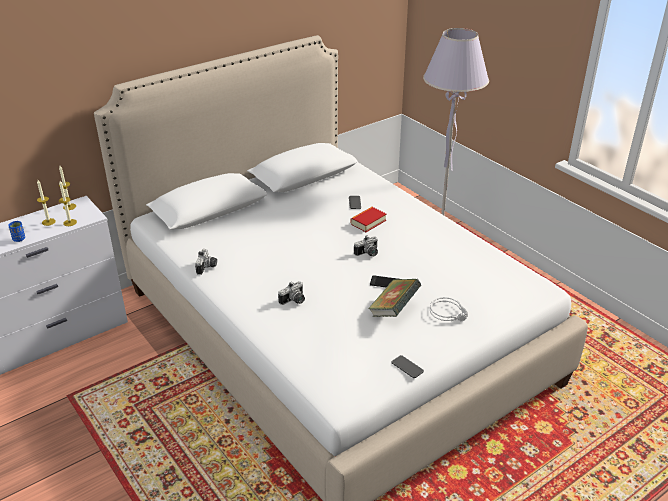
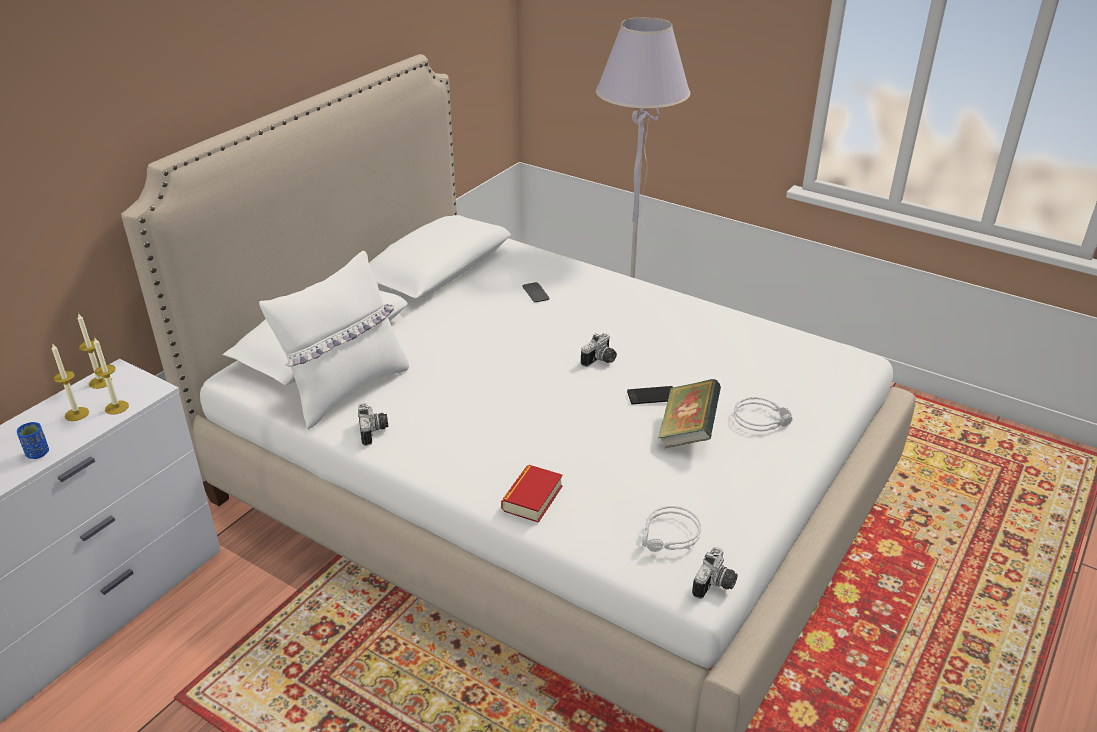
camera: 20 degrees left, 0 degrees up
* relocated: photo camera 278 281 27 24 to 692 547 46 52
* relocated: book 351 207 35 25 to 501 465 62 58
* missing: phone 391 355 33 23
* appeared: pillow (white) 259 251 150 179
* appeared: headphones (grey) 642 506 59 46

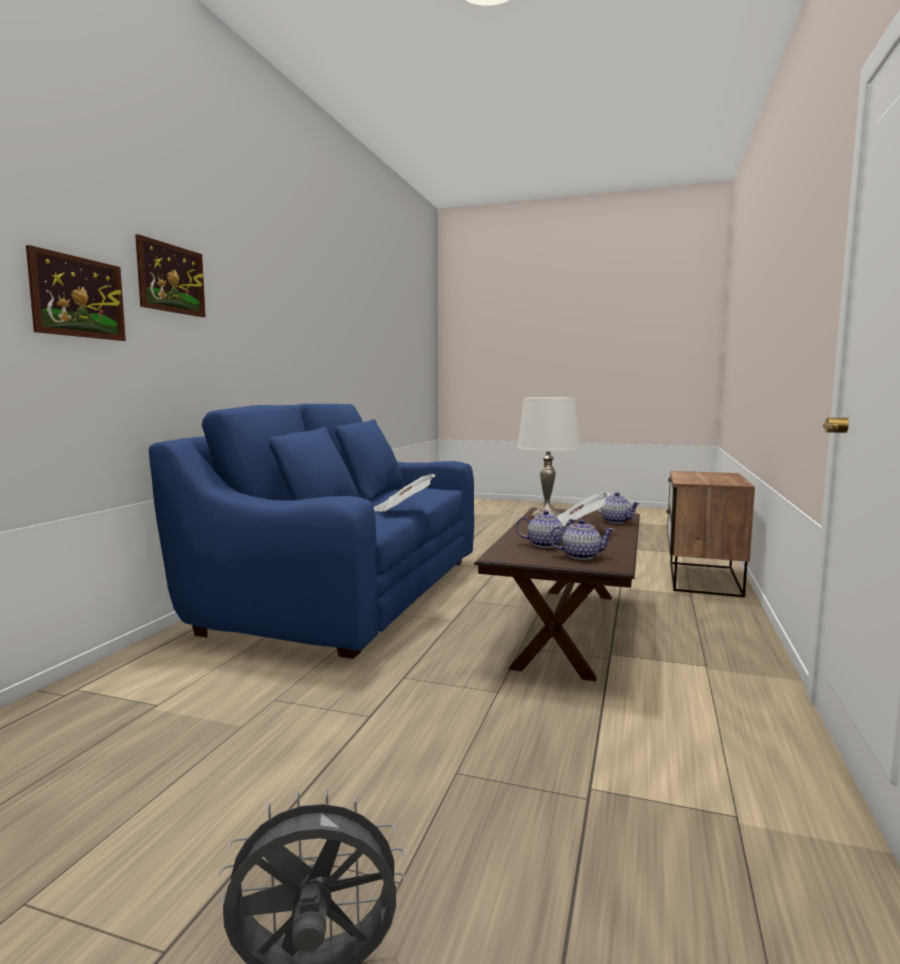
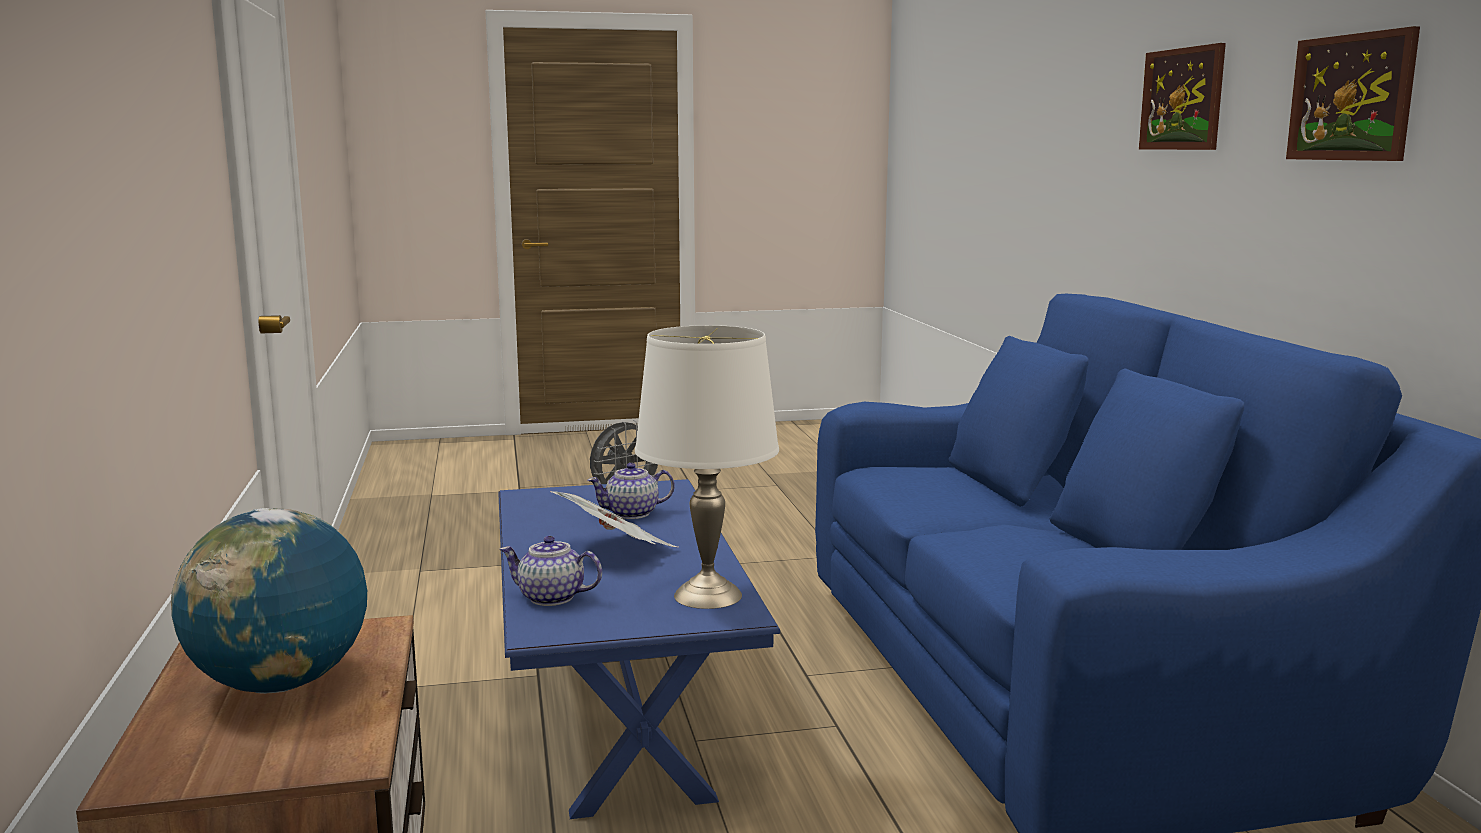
camera: 150 degrees right, 5 degrees up
* relocated: picture 26 245 100 96 to 1286 26 134 135
* missing: newspaper 374 474 61 38
* colour: coffee table (brown) 474 508 166 173 to coffee table (blue) 498 479 282 340
* missing: teapot 549 519 66 41
* appeared: globe 171 508 196 186

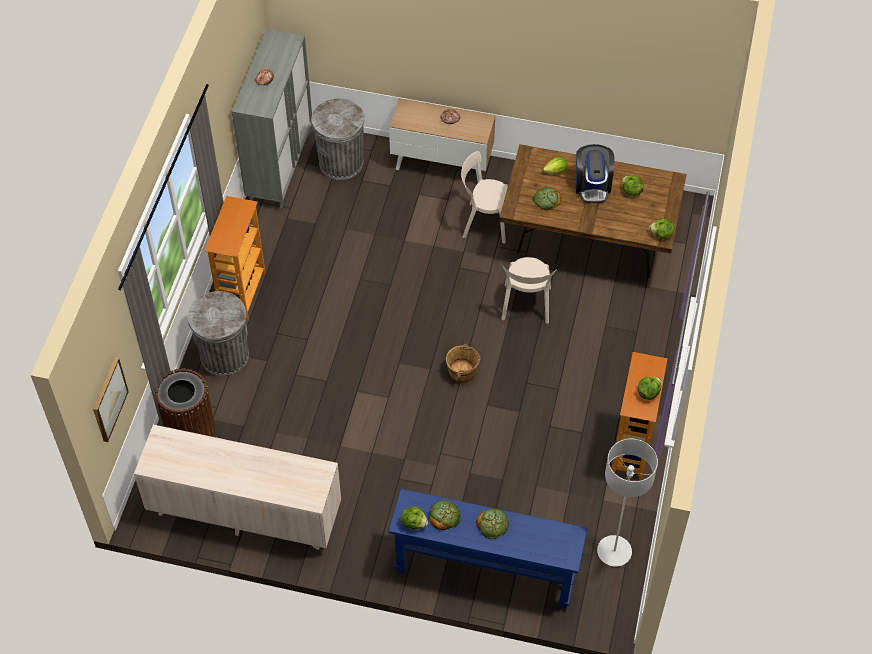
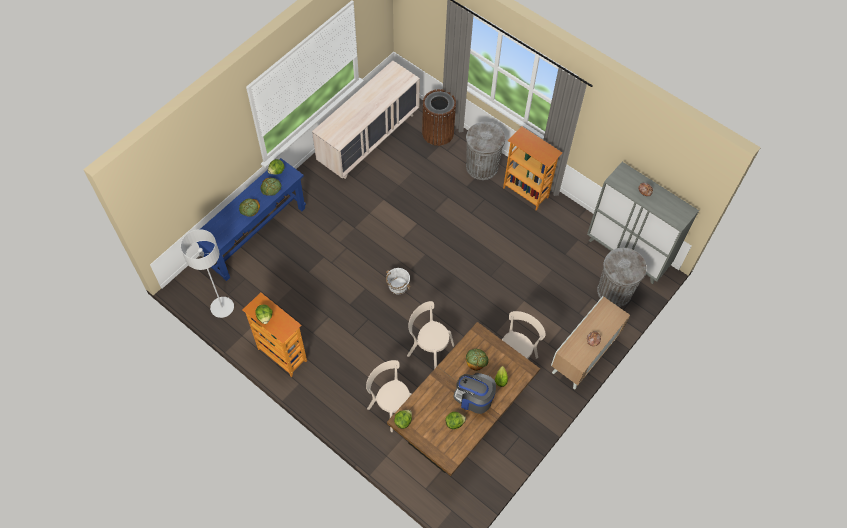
camera: 115 degrees right, 5 degrees up
* missing: picture 93 357 36 85
* colour: bucket (brown) 446 344 35 39 to bucket (white) 386 268 25 26
* appeared: chair (beige) 366 360 46 72

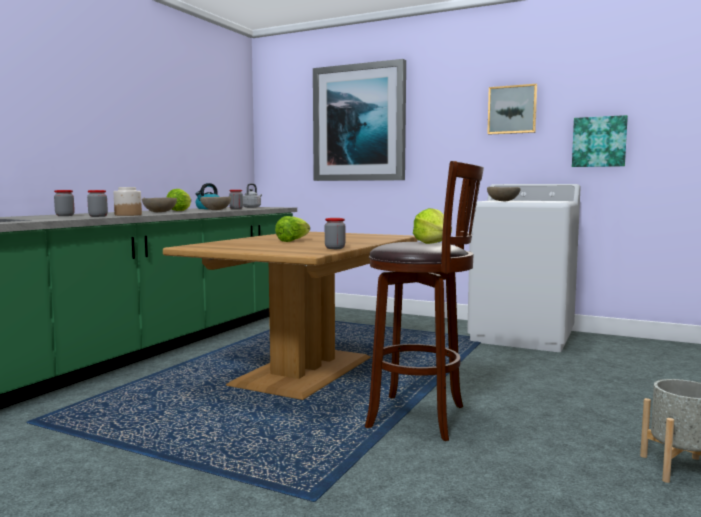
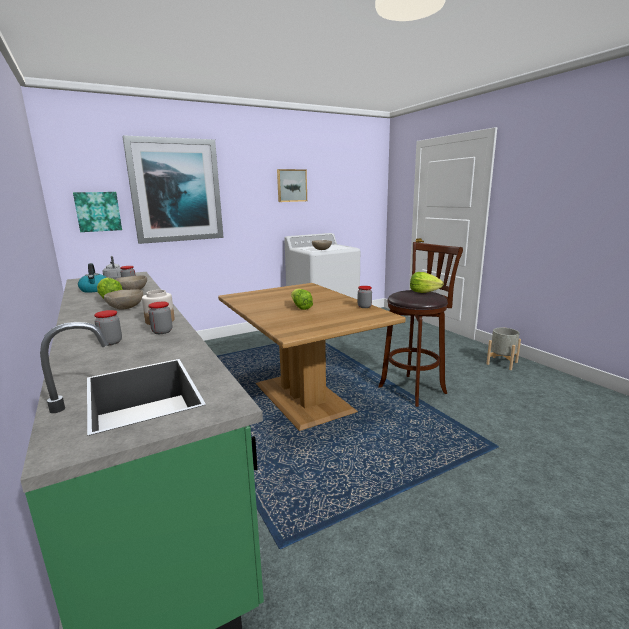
camera: 55 degrees left, 10 degrees up
* relocated: picture 572 115 56 52 to 73 192 49 40

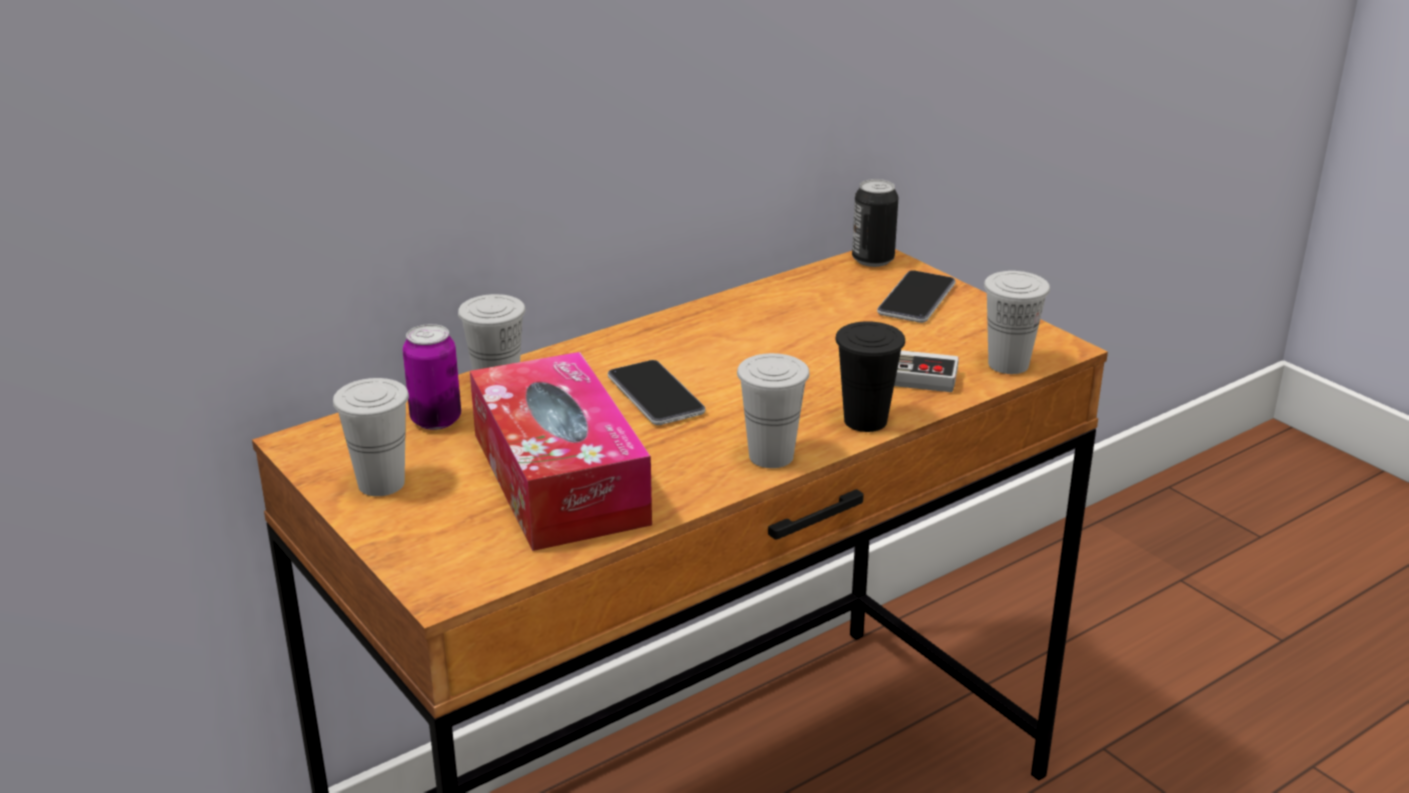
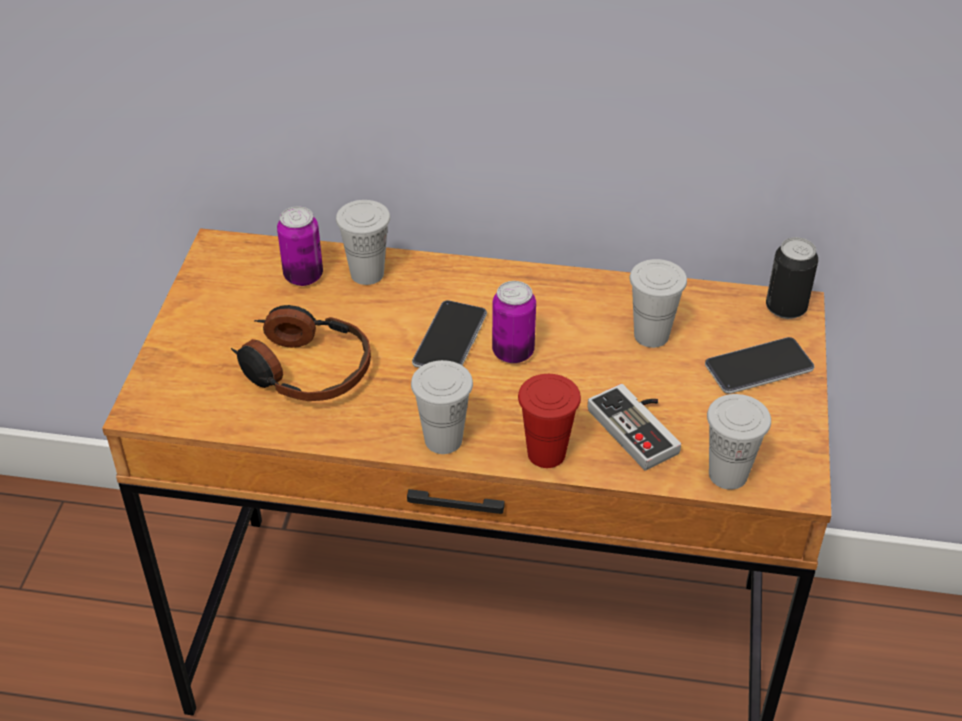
camera: 45 degrees right, 15 degrees up
* relocated: cup (white) 333 378 76 118 to 630 259 57 89
* exchanged: tissue box 470 352 182 199 to headphones 231 305 140 96
* colour: cup (black) 835 321 70 111 to cup (red) 518 374 63 94
* appeared: can 492 281 44 82

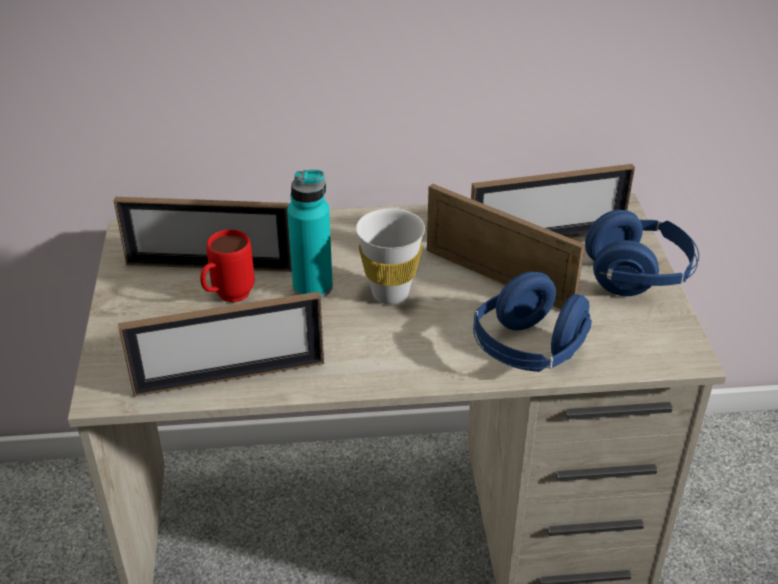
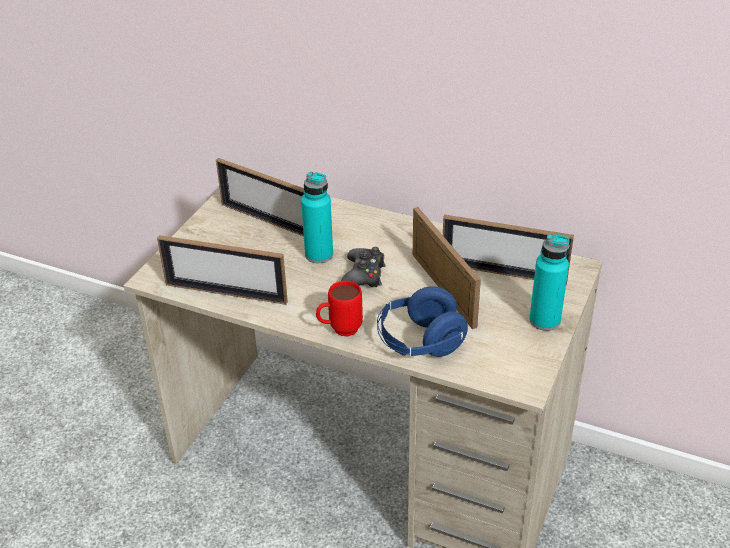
camera: 30 degrees right, 0 degrees up
* relocated: mug (red) 200 229 55 74 to 316 281 47 55
* exchanged: cup (white) 356 208 69 96 to game controller (black) 341 247 45 40
* exchanged: headphones (blue) 585 210 114 86 to bottle (turquoise) 529 234 41 97

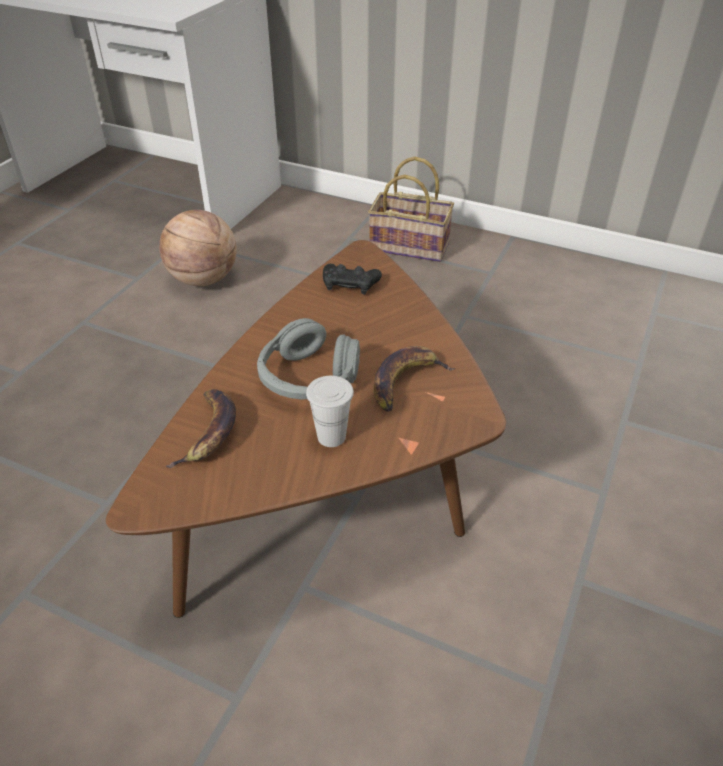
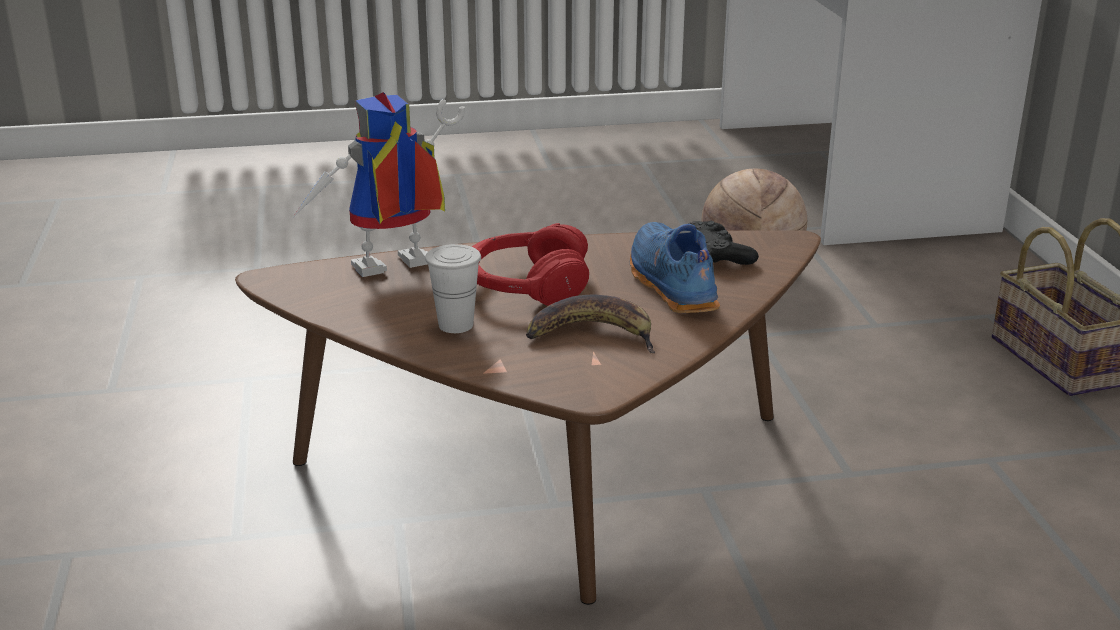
camera: 55 degrees right, 15 degrees down
* exchanged: banana 166 389 70 79 to toy robot 293 92 172 185
* colour: headphones (grey) 257 318 103 82 to headphones (red) 472 223 117 83
* appeared: shoe (blue) 630 222 90 91

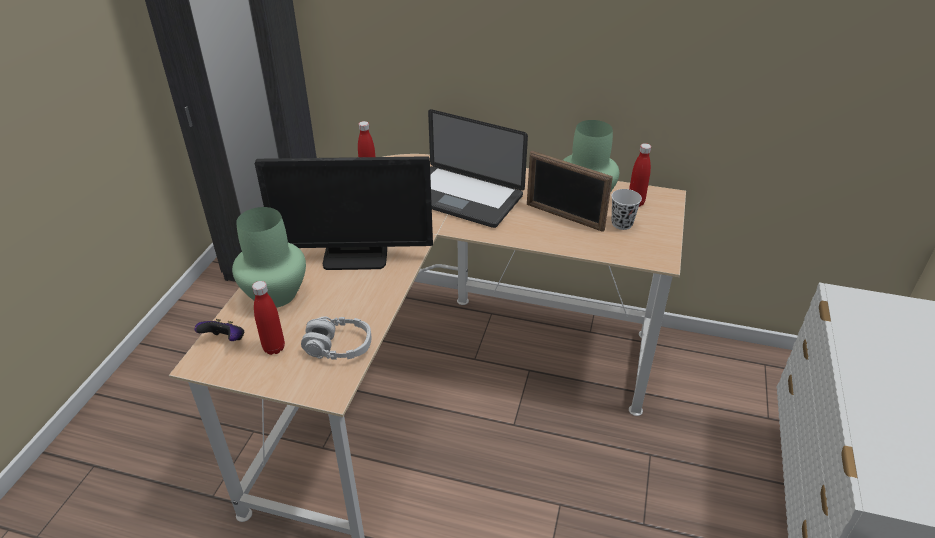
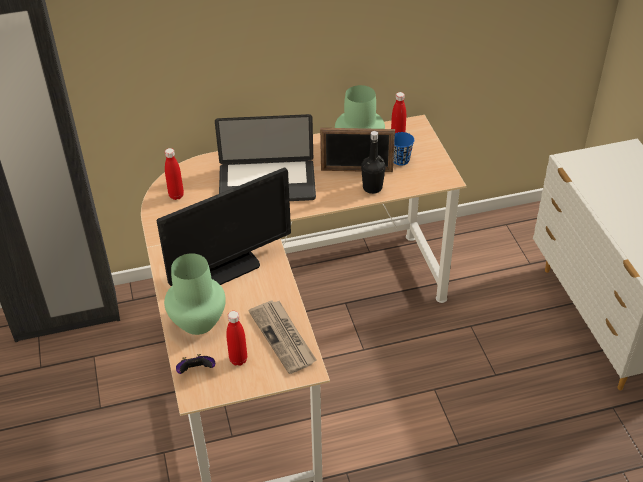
camera: 30 degrees left, 5 degrees up
* exchanged: headphones (grey) 301 316 71 44 to newspaper 249 300 67 74
* colour: cup (white) 612 189 30 41 to cup (blue) 393 132 21 34
* appeared: bottle (black) 361 131 25 63

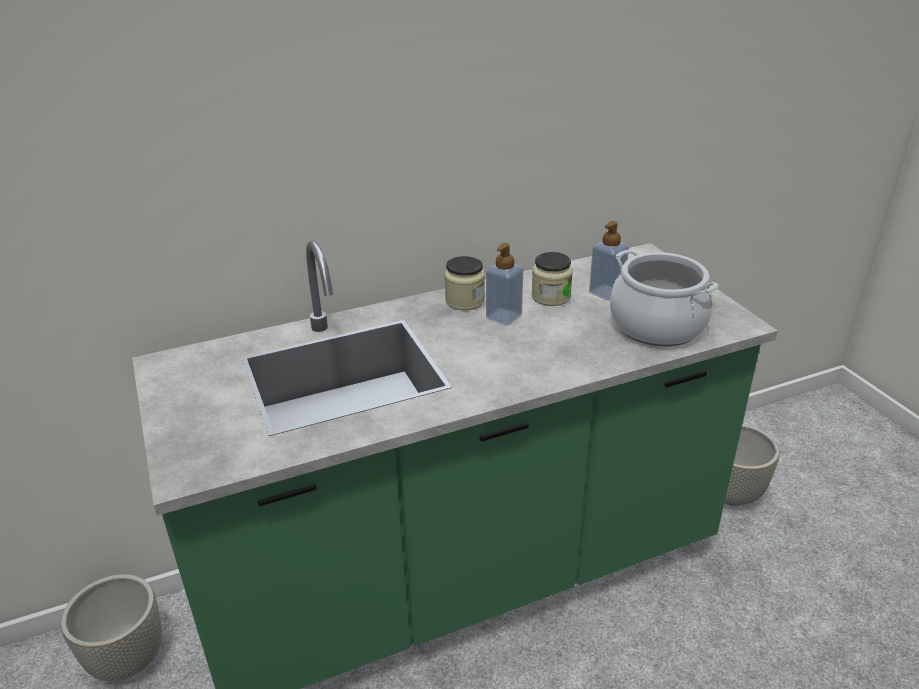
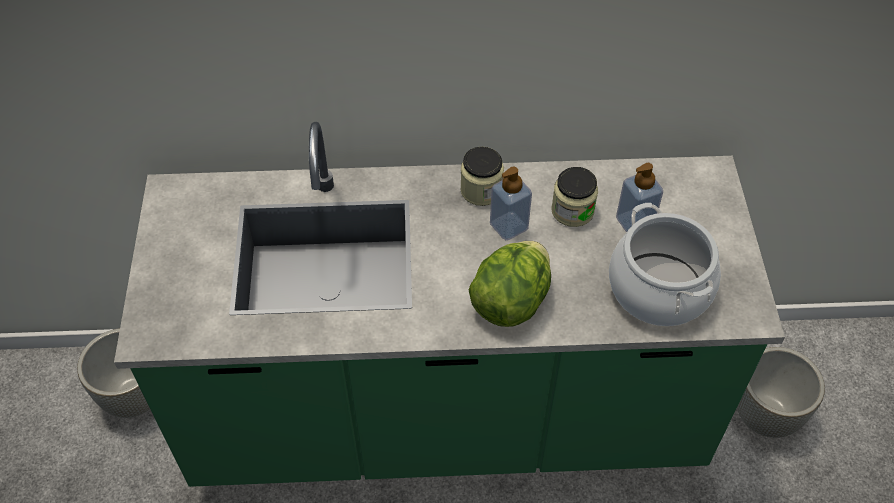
camera: 20 degrees right, 20 degrees up
* appeared: lettuce 469 241 82 86

